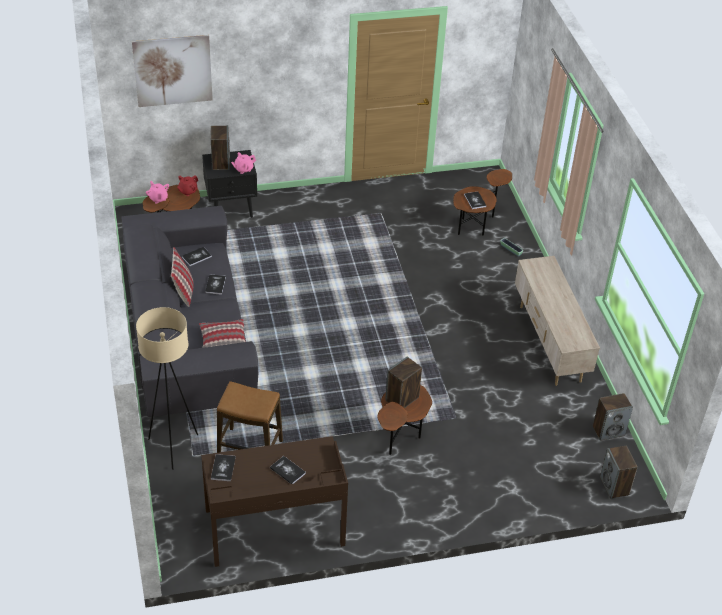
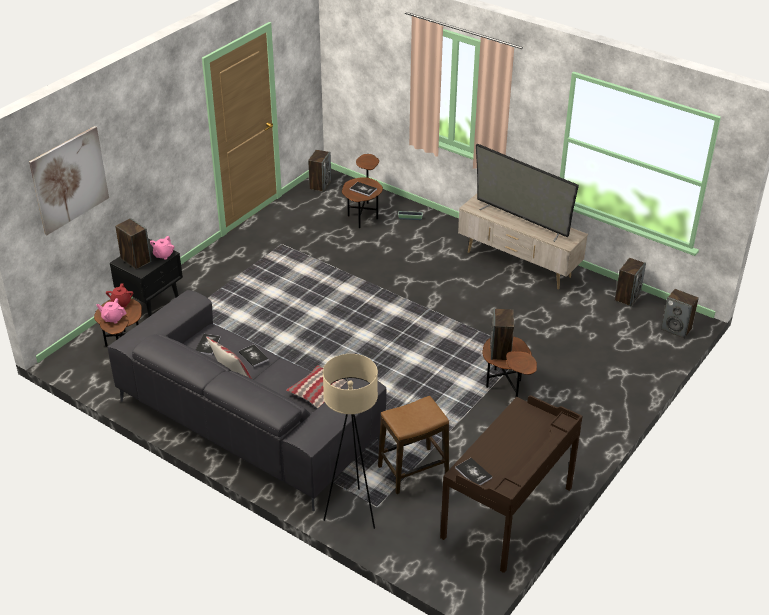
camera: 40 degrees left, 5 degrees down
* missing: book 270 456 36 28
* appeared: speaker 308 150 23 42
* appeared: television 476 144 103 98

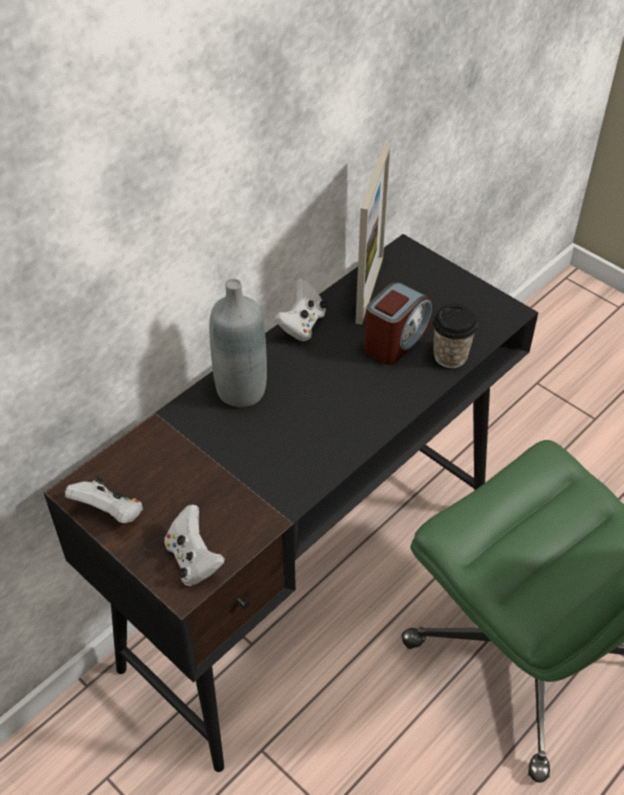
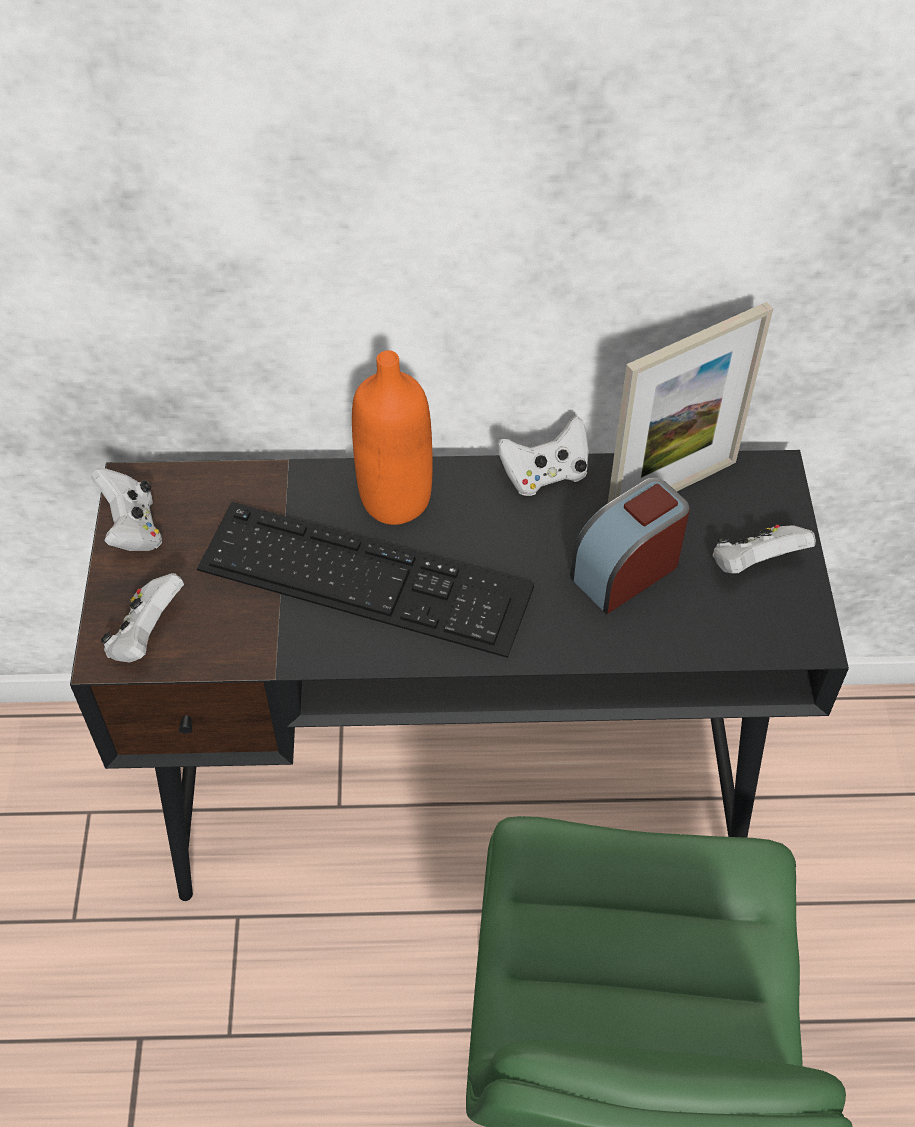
camera: 45 degrees right, 5 degrees up
* colour: bottle (grey) 209 279 58 128 to bottle (orange) 352 350 81 175
* spun: alarm clock 364 282 68 83 = 570 478 120 136 150 degrees clockwise
* missing: cup 433 304 45 64
* appeared: keyboard 197 502 337 156
* appeared: game controller (white) 713 525 103 49

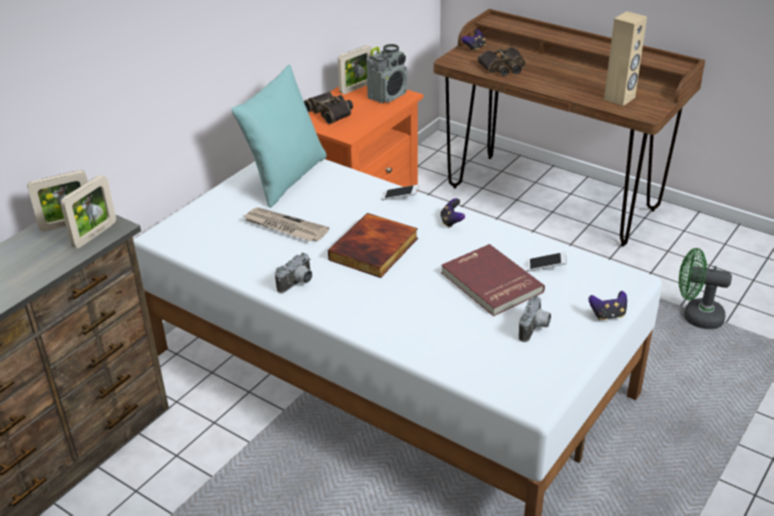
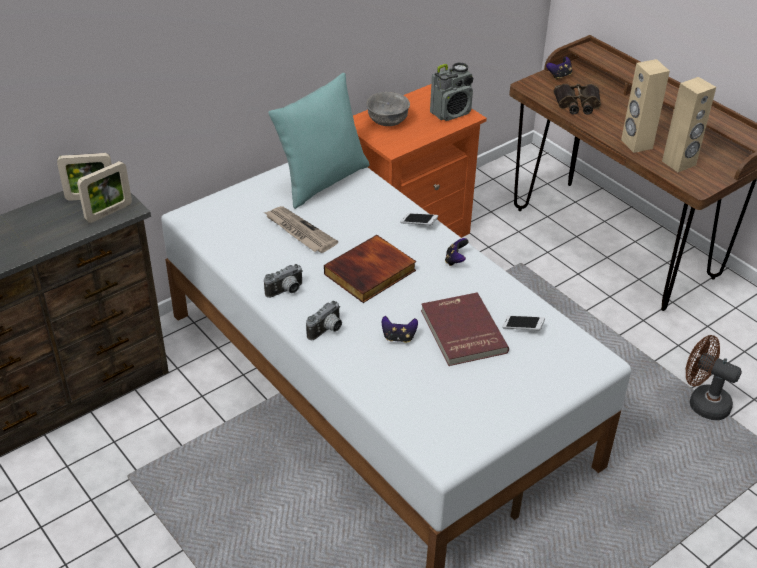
camera: 15 degrees right, 5 degrees up
* exchanged: binoculars 304 92 49 32 to bowl (grey) 366 92 44 34
* missing: picture frame 338 45 34 49
* relocated: photo camera 519 295 32 47 to 306 301 36 39
* relocated: game controller 589 291 38 29 to 382 316 36 27
* colour: fan (green) 679 248 53 81 to fan (brown) 686 335 56 85
* appeared: speaker (beige) 621 59 49 94

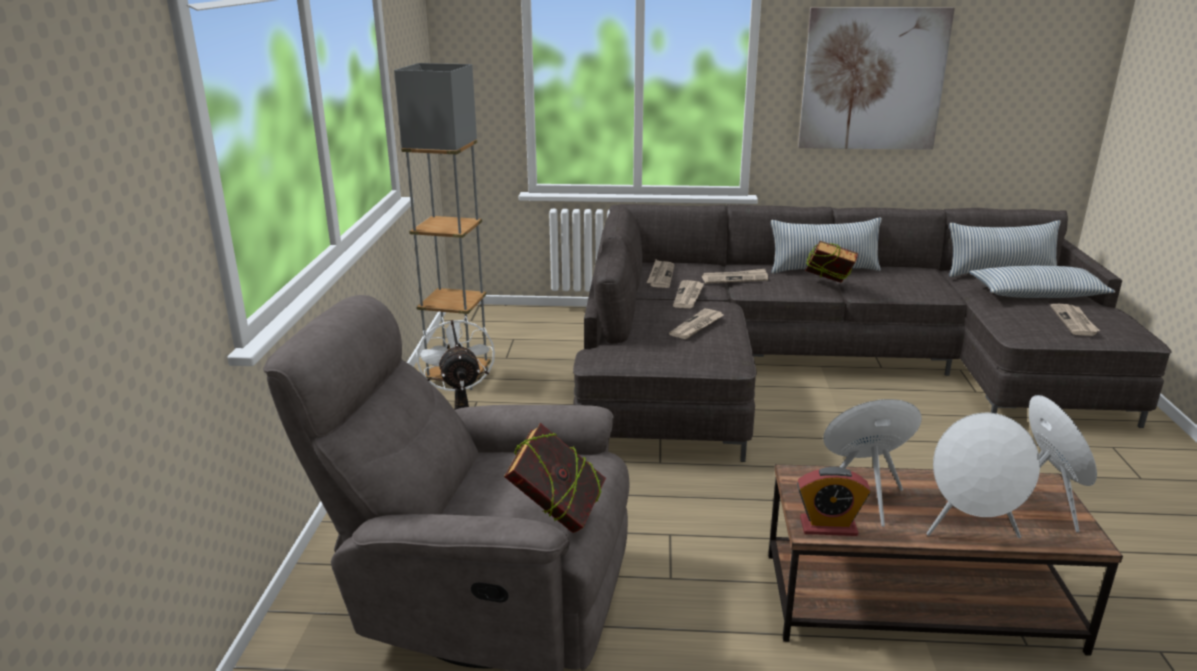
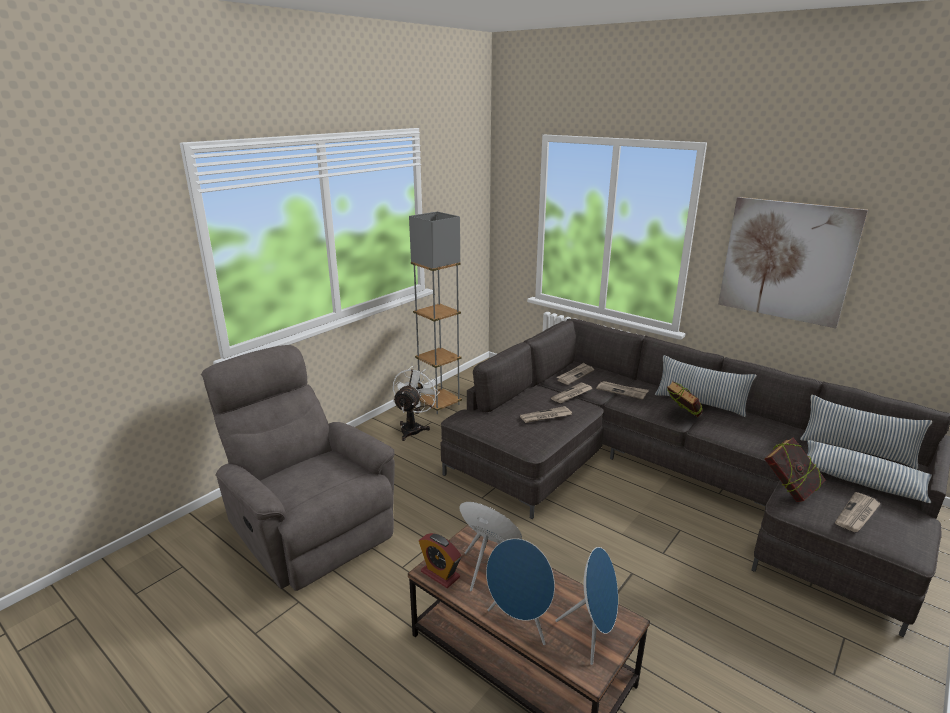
camera: 35 degrees right, 0 degrees up
* relocated: book 504 423 102 110 to 764 438 62 64
* colour: speaker (white) 926 413 114 125 to speaker (blue) 486 538 69 107

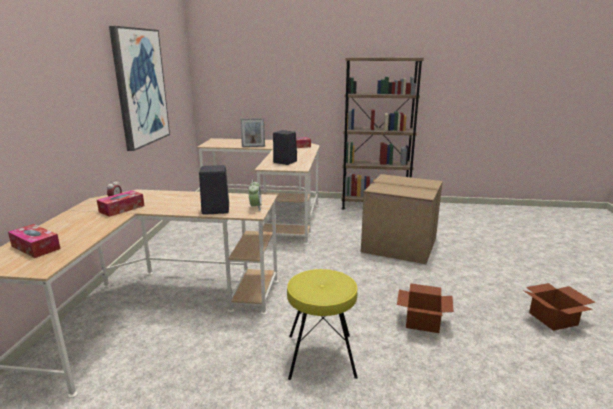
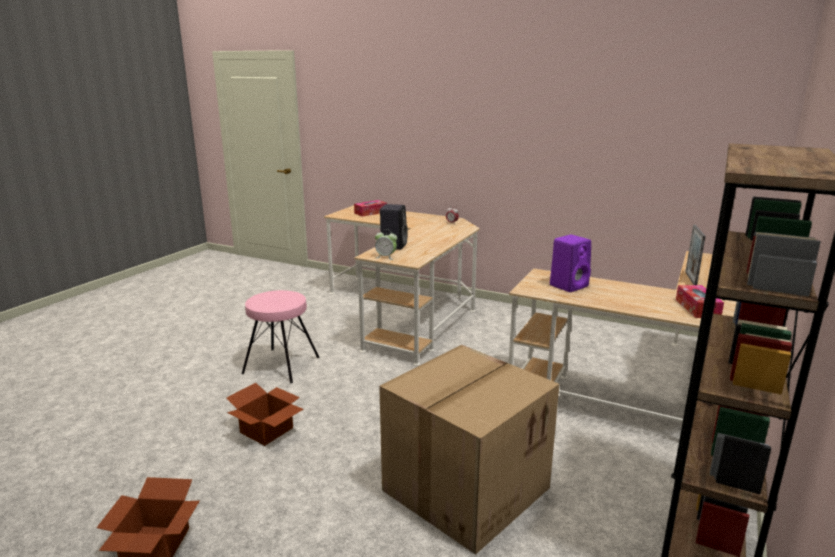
camera: 110 degrees right, 0 degrees up
* missing: tissue box 97 190 47 27
* missing: picture 109 26 61 125
* colour: speaker (black) 273 130 24 35 to speaker (purple) 550 235 41 57
* colour: stool (yellow) 287 269 71 111 to stool (pink) 241 290 79 93

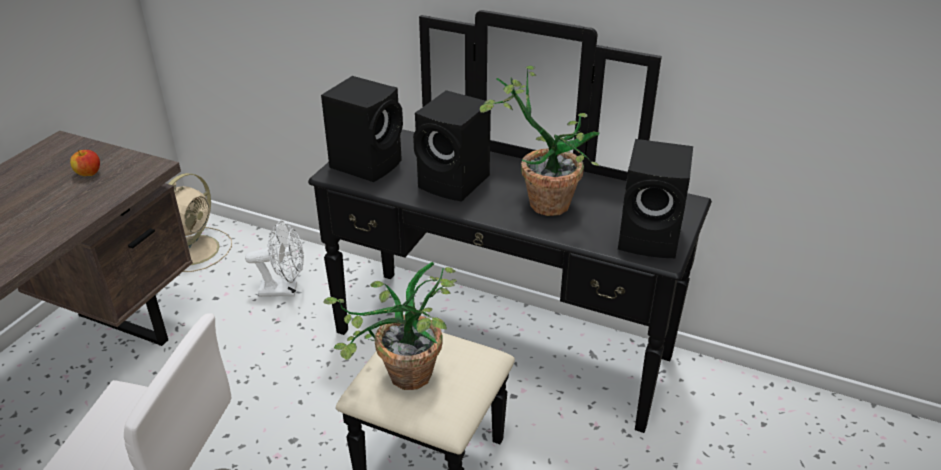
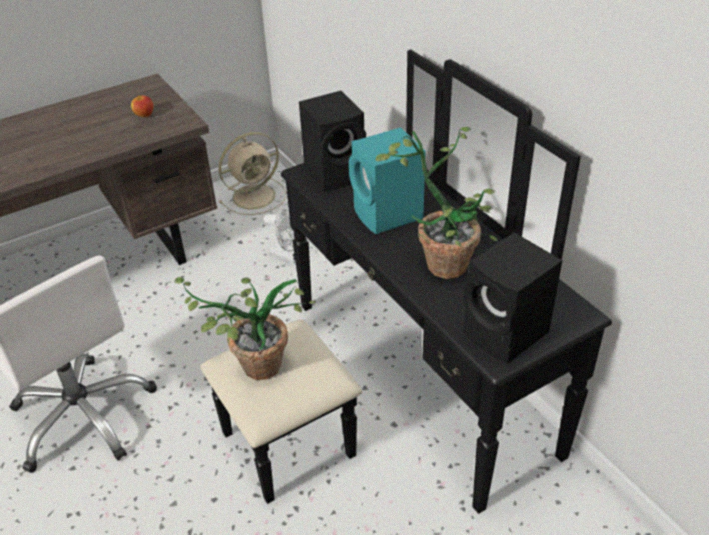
camera: 35 degrees right, 5 degrees up
* colour: speaker (black) 413 90 78 112 to speaker (turquoise) 349 127 77 107

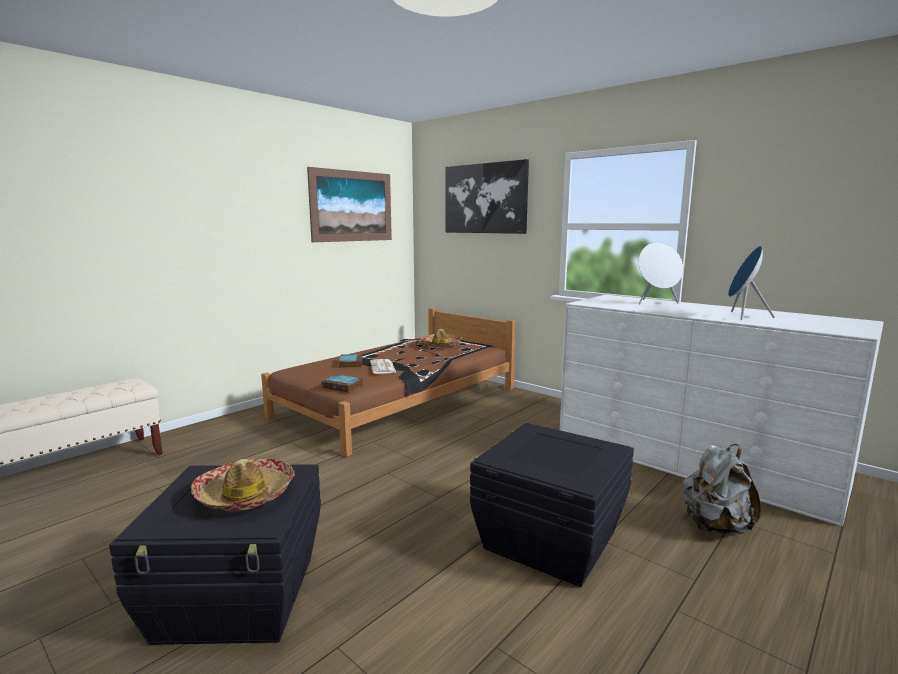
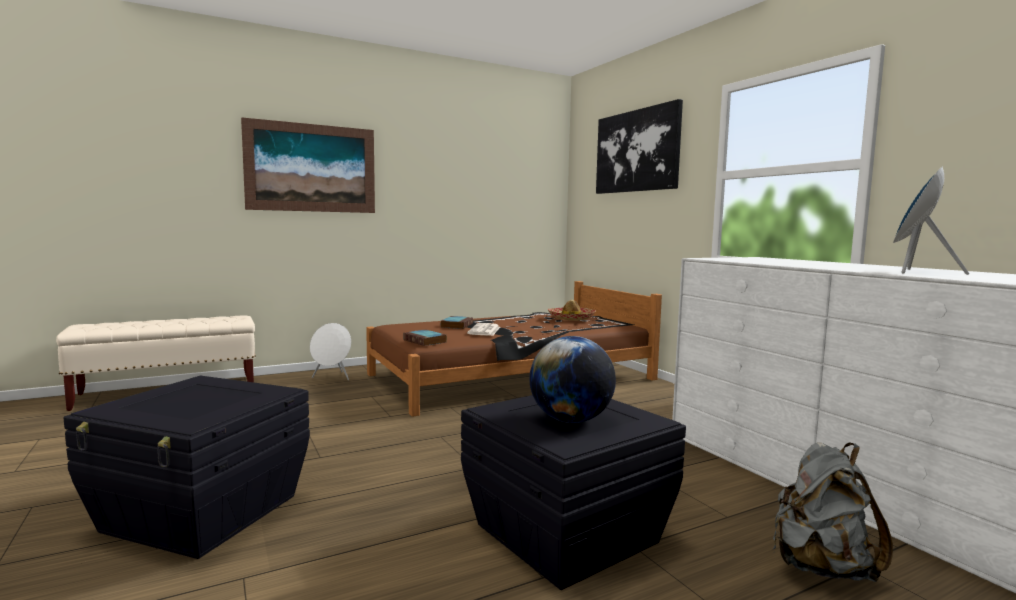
camera: 20 degrees right, 5 degrees down
* missing: hat 191 459 104 52
* relocated: picture 307 167 85 75 to 241 117 134 96
* relocated: speaker (white) 639 242 44 63 to 310 323 41 57
* appeared: globe 529 336 87 87

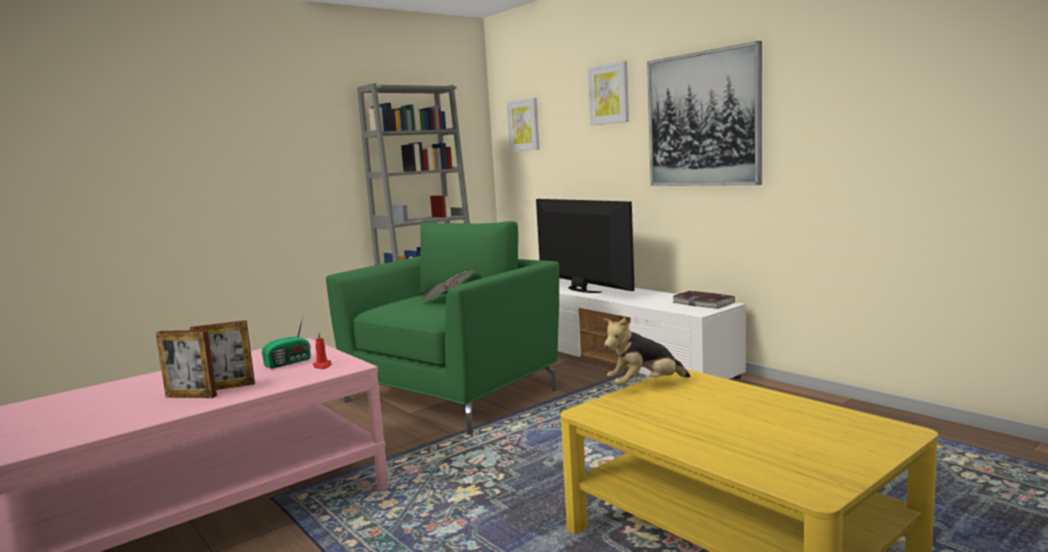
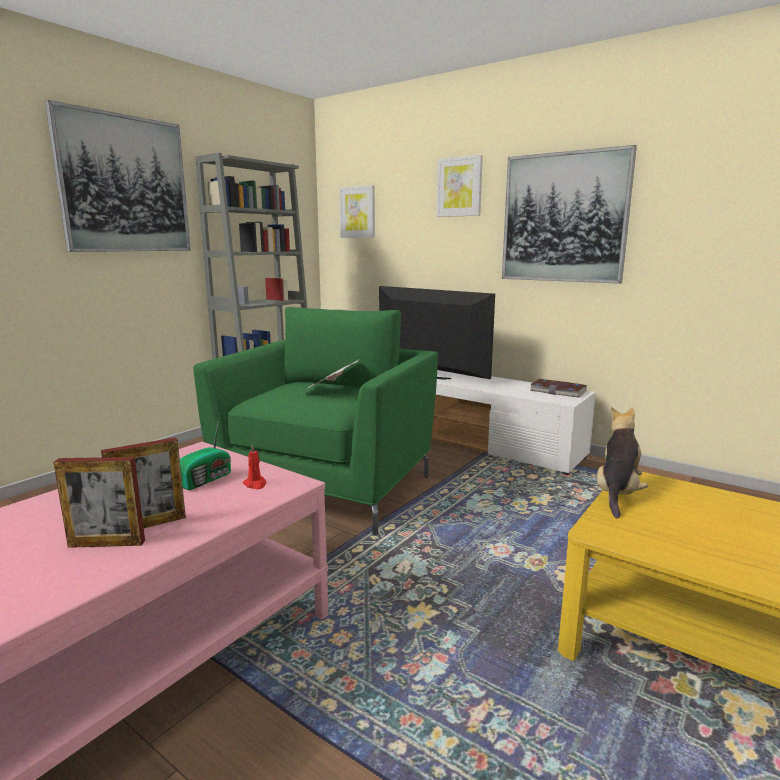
camera: 15 degrees left, 5 degrees up
* spun: plush toy 603 317 87 69 = 597 407 51 111 150 degrees clockwise
* appeared: picture 45 100 146 152

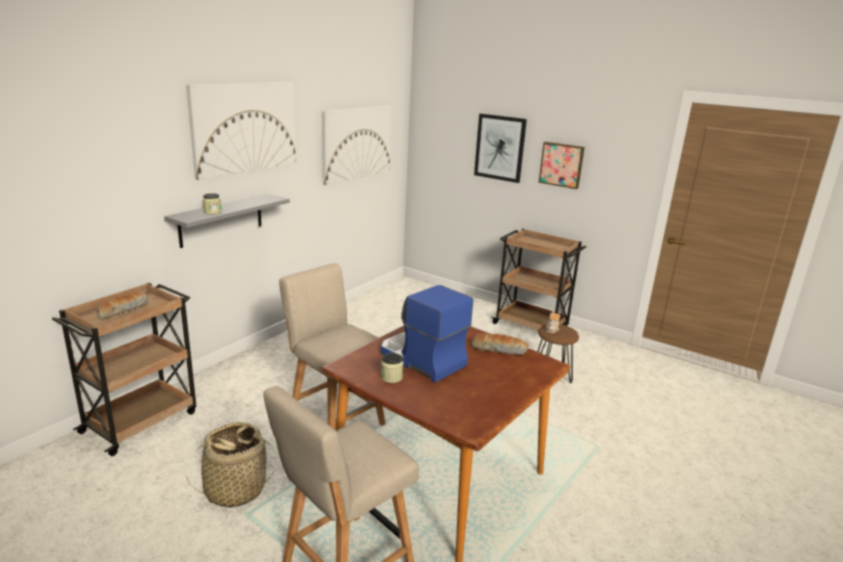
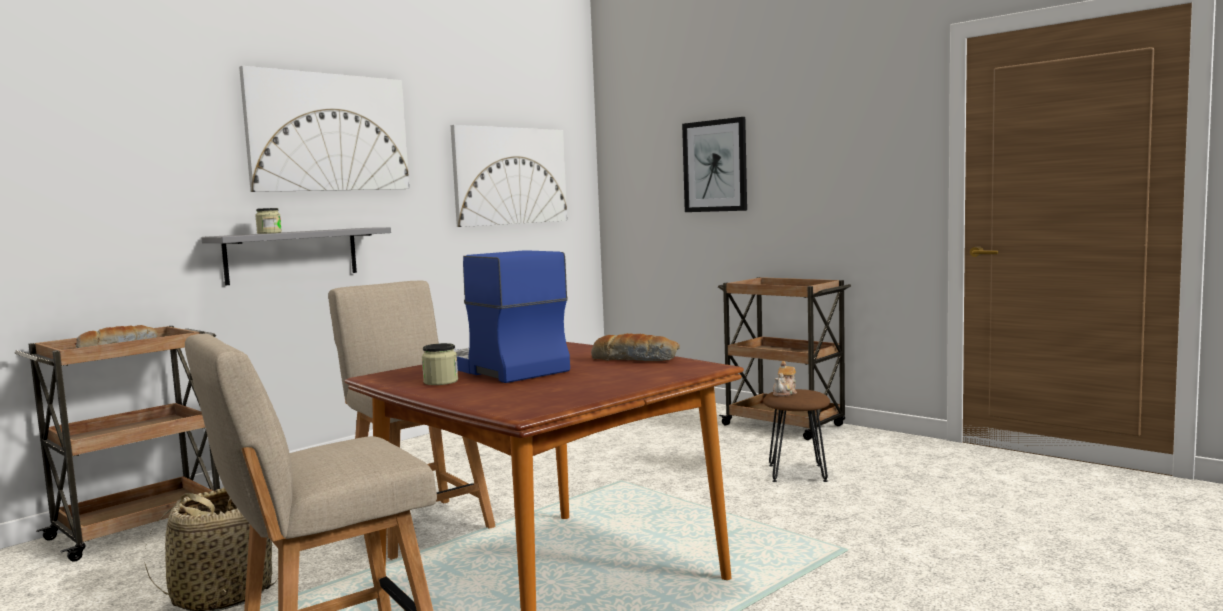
camera: 10 degrees right, 15 degrees down
* missing: picture 539 142 46 47

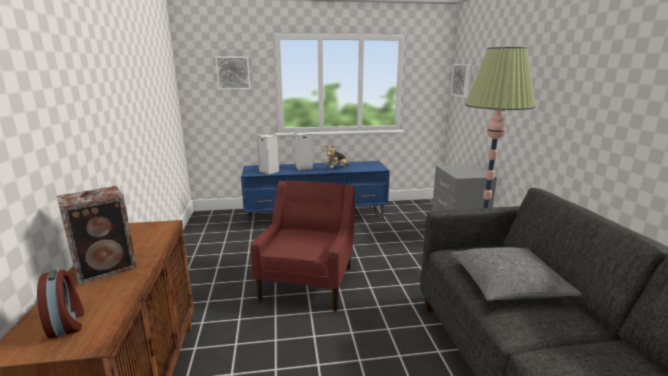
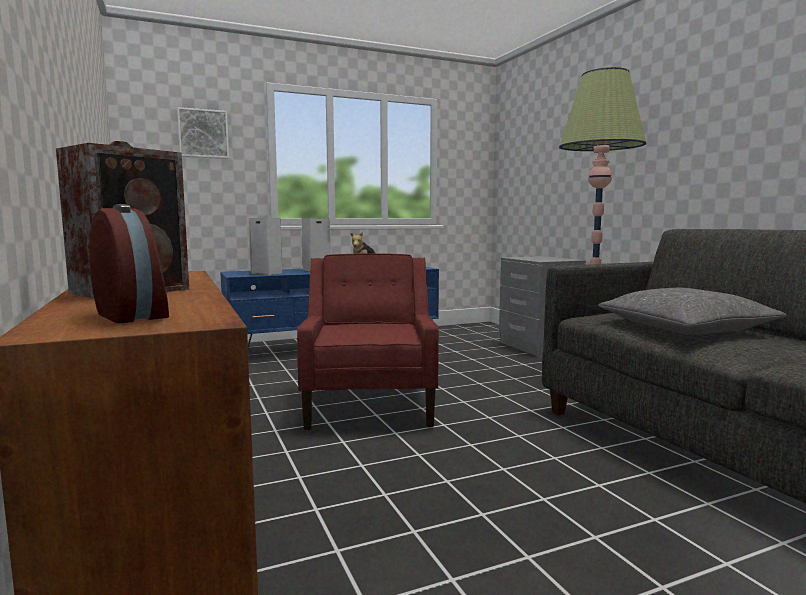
camera: 15 degrees left, 10 degrees down
* missing: picture 450 64 21 33

